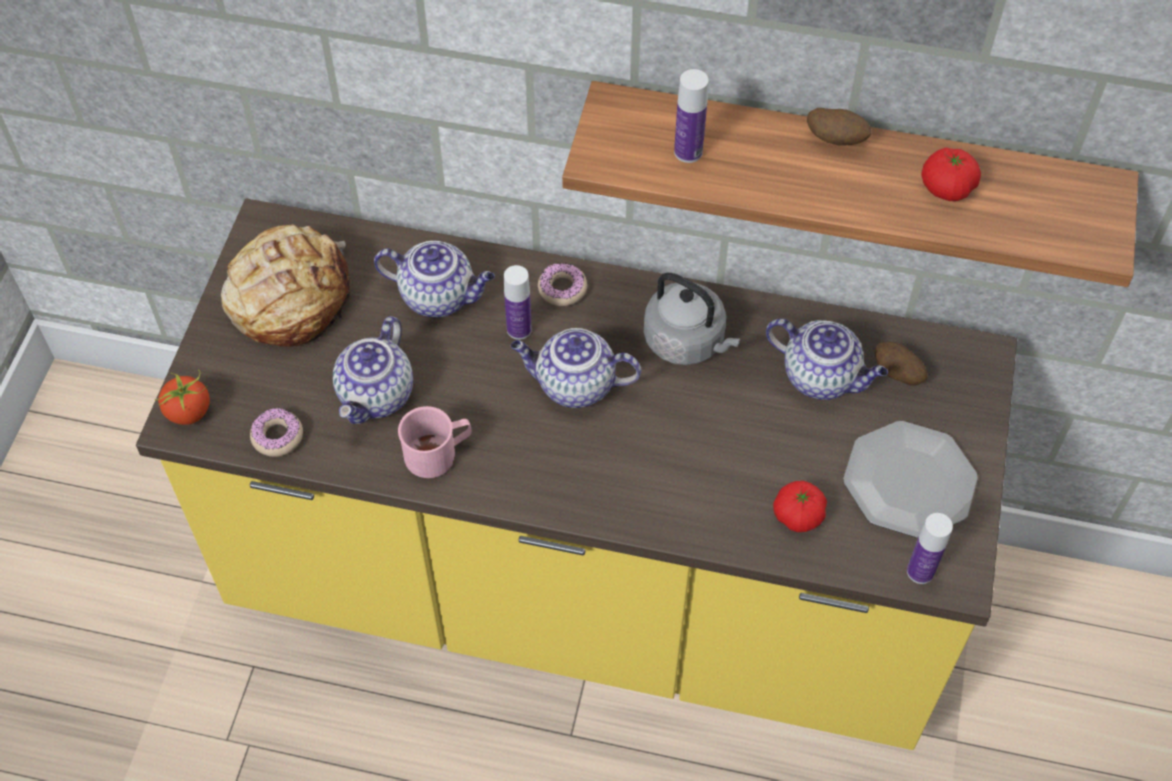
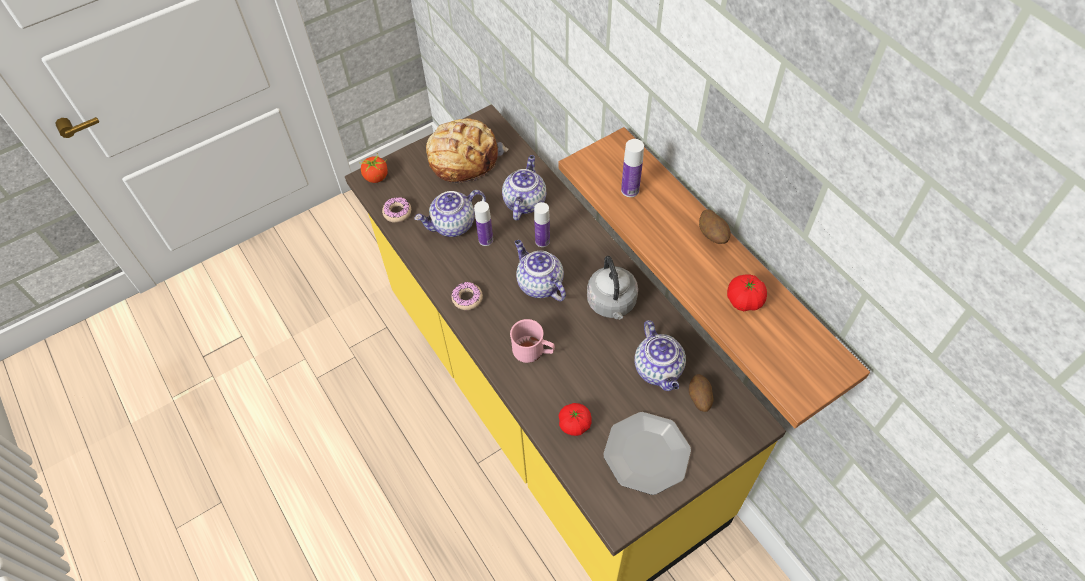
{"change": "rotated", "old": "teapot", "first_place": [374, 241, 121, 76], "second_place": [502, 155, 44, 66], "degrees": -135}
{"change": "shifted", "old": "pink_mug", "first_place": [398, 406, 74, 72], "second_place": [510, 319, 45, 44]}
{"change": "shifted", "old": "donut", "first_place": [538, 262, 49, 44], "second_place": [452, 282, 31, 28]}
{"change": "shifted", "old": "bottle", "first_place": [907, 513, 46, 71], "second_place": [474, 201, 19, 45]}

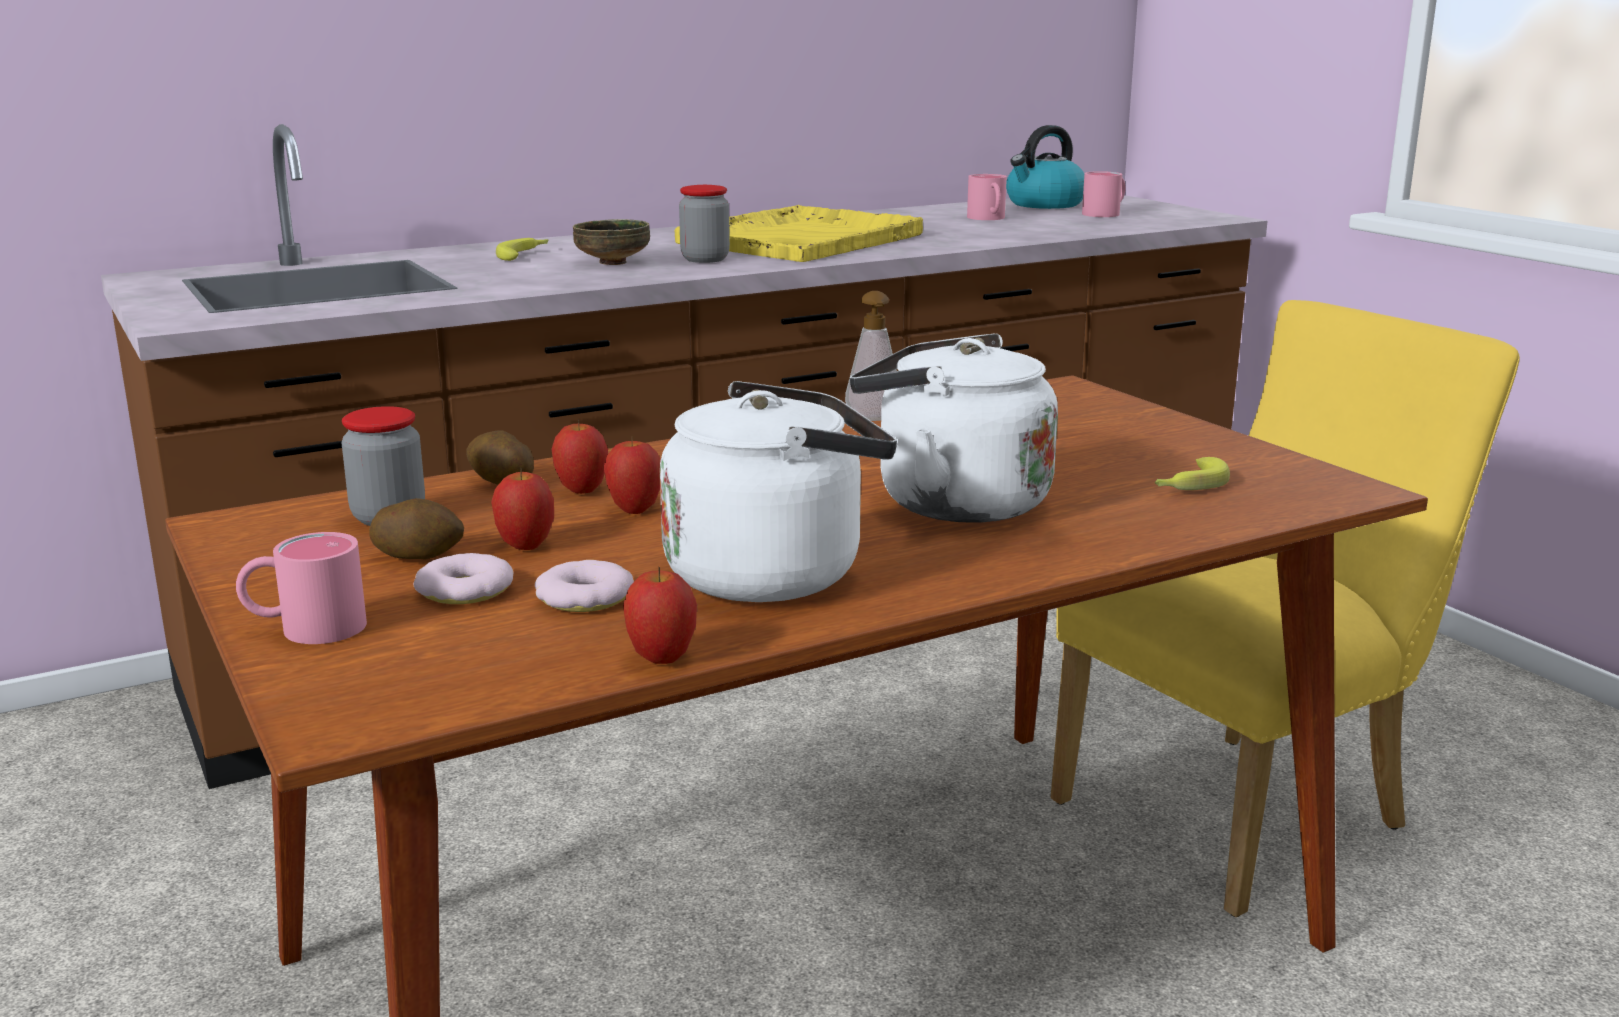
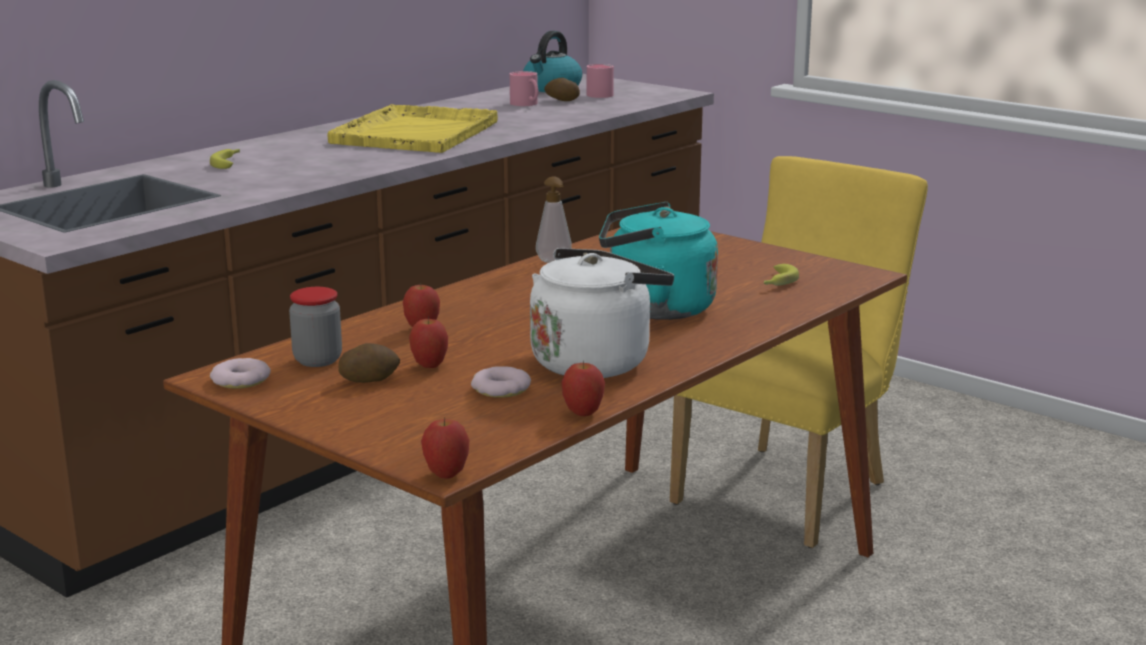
{"change": "gone", "old": "pink_mug", "first_place": [236, 532, 131, 112]}
{"change": "shifted", "old": "donut", "first_place": [414, 553, 99, 51], "second_place": [210, 358, 61, 31]}
{"change": "shifted", "old": "potato", "first_place": [466, 430, 68, 55], "second_place": [544, 78, 36, 23]}
{"change": "gone", "old": "bowl", "first_place": [573, 219, 77, 46]}
{"change": "shifted", "old": "apple", "first_place": [604, 441, 57, 73], "second_place": [421, 418, 49, 60]}
{"change": "gone", "old": "jar", "first_place": [679, 185, 51, 78]}
{"change": "repainted", "old": "white_kettle", "new": "turquoise_kettle", "first_place": [850, 333, 208, 190], "second_place": [599, 202, 119, 118]}

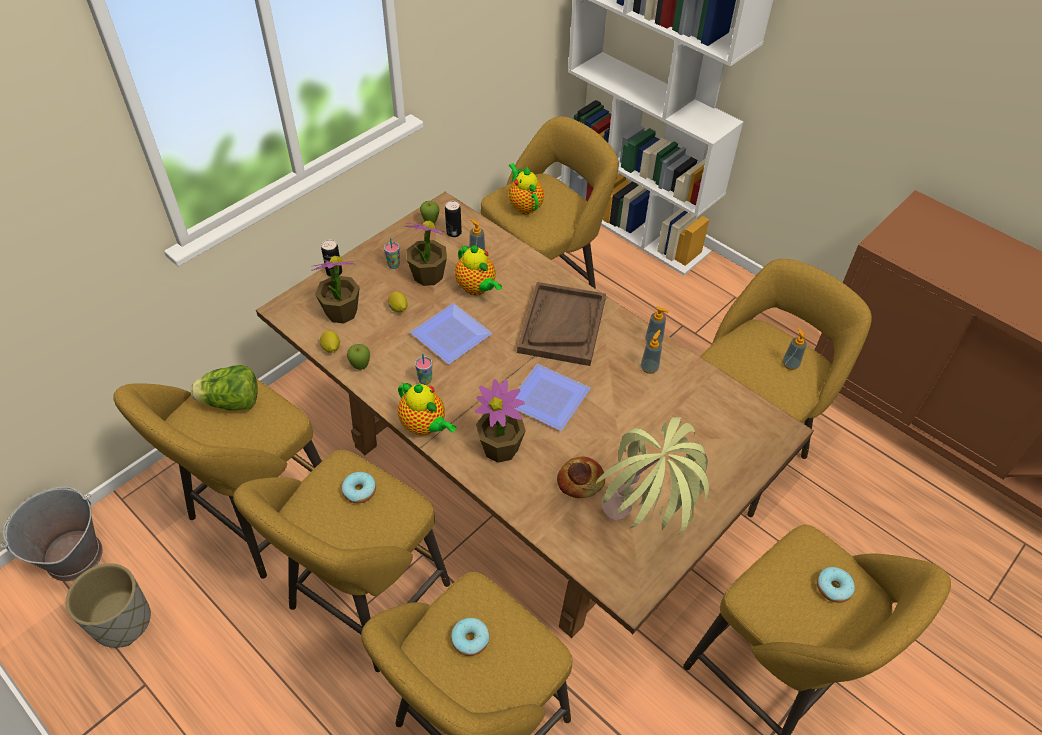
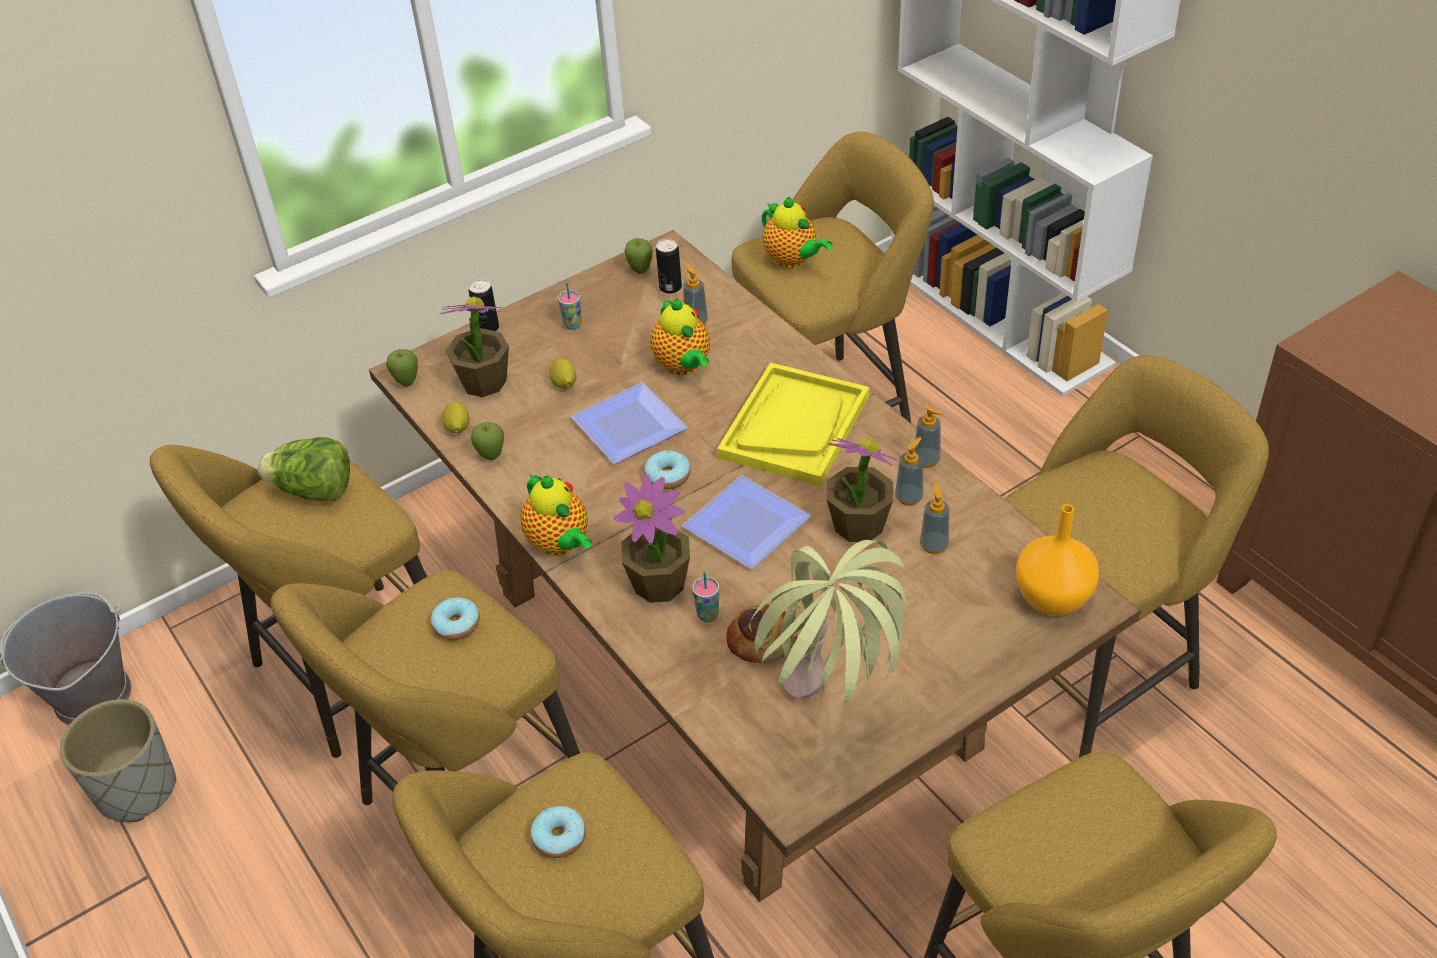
{"change": "shifted", "old": "potted_plant", "first_place": [404, 221, 43, 65], "second_place": [826, 438, 72, 104]}
{"change": "shifted", "old": "cup", "first_place": [415, 353, 17, 32], "second_place": [692, 572, 27, 50]}
{"change": "rotated", "old": "teapot", "first_place": [509, 163, 35, 52], "second_place": [762, 197, 71, 71], "degrees": 150}
{"change": "repainted", "old": "brown_tray", "new": "yellow_tray", "first_place": [517, 282, 89, 84], "second_place": [717, 362, 152, 125]}
{"change": "shifted", "old": "soap_dispenser", "first_place": [783, 327, 24, 43], "second_place": [920, 483, 29, 71]}
{"change": "shifted", "old": "donut", "first_place": [817, 567, 38, 36], "second_place": [644, 450, 47, 40]}
{"change": "new", "new": "apple", "second_place": [386, 349, 32, 37]}
{"change": "new", "new": "orange_vase", "second_place": [1016, 504, 83, 112]}

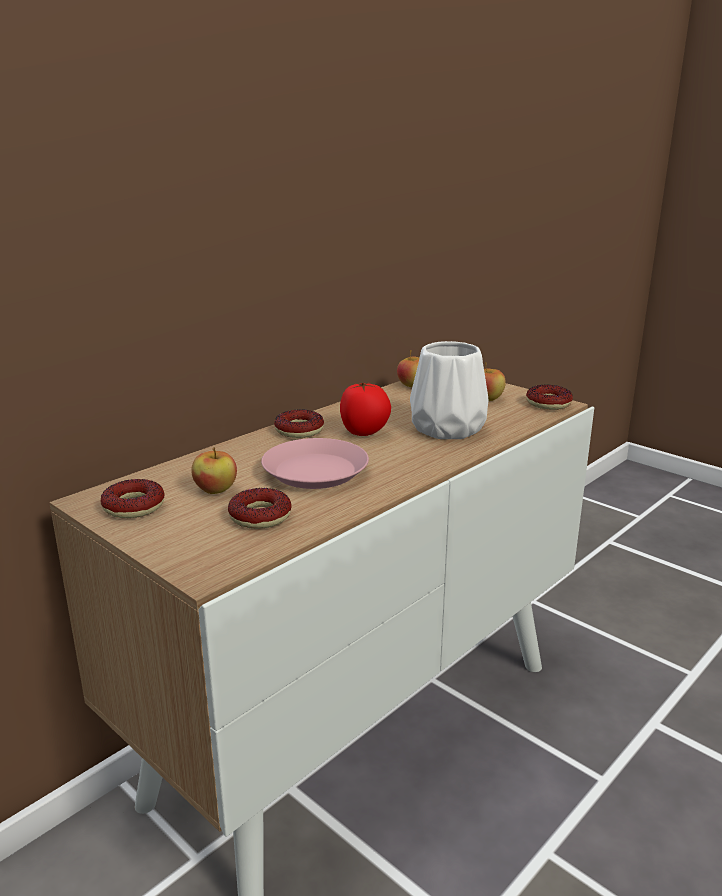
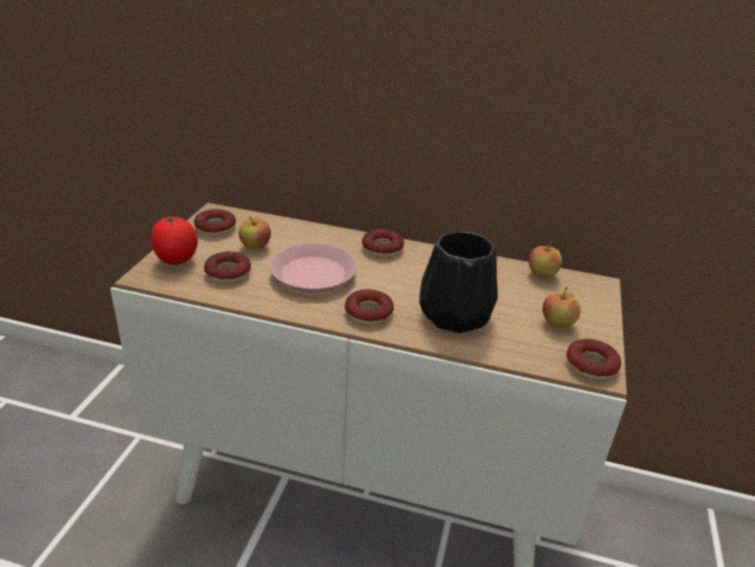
{"change": "shifted", "old": "tomato", "first_place": [340, 383, 51, 53], "second_place": [151, 216, 47, 49]}
{"change": "repainted", "old": "white_vase", "new": "black_vase", "first_place": [410, 341, 78, 98], "second_place": [419, 231, 79, 102]}
{"change": "new", "new": "donut", "second_place": [345, 289, 49, 36]}

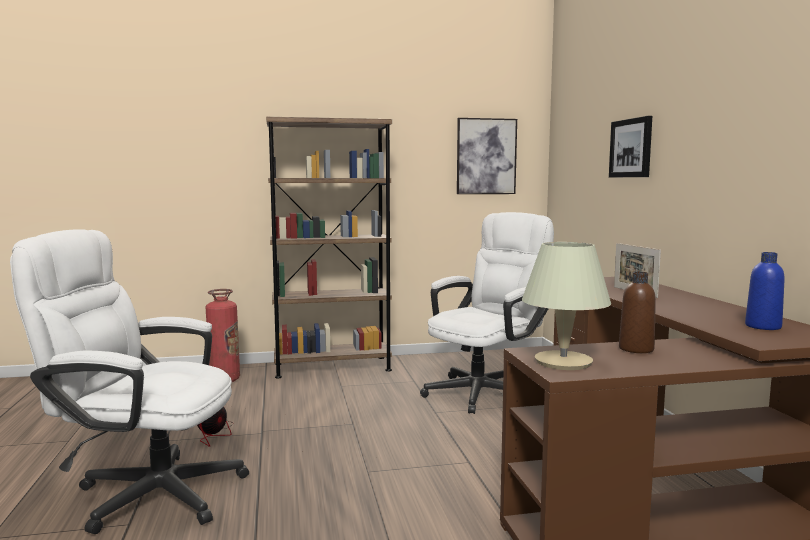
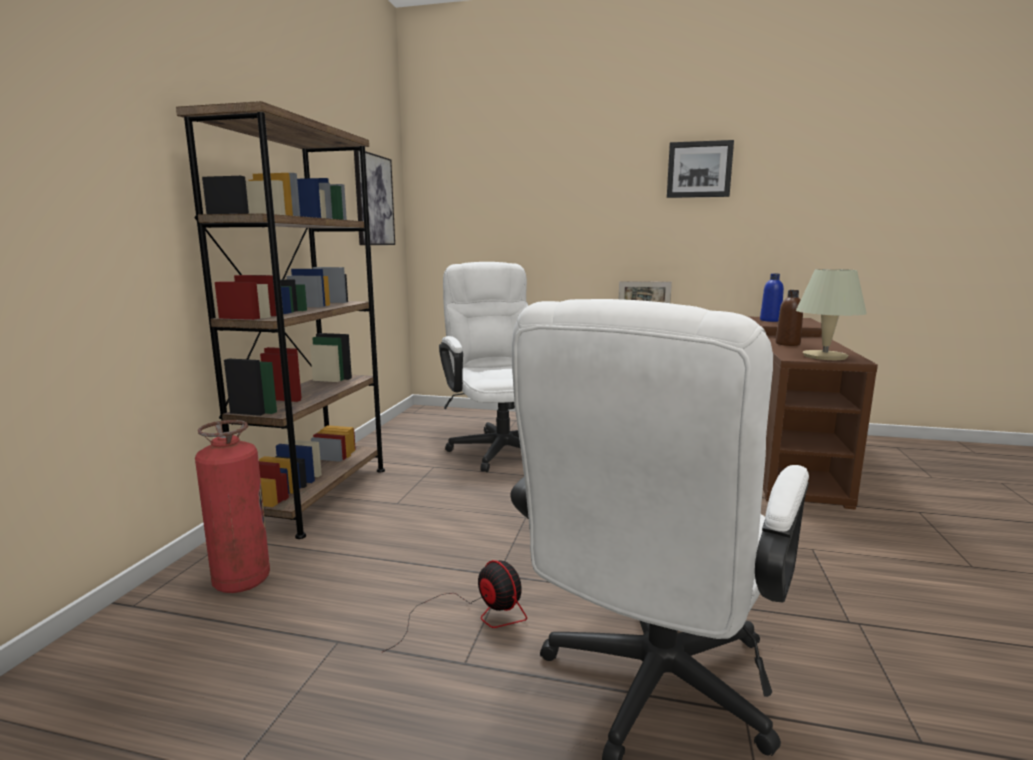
{"change": "shifted", "old": "picture", "first_place": [609, 116, 43, 61], "second_place": [667, 140, 67, 58]}

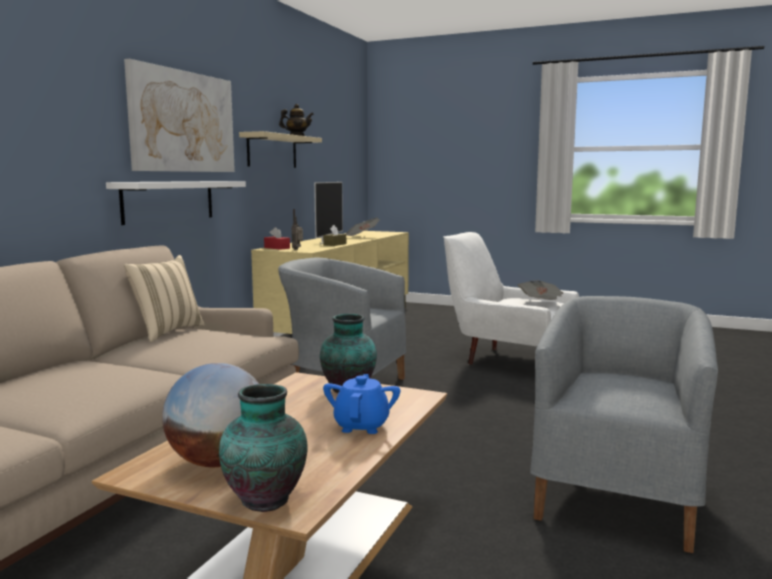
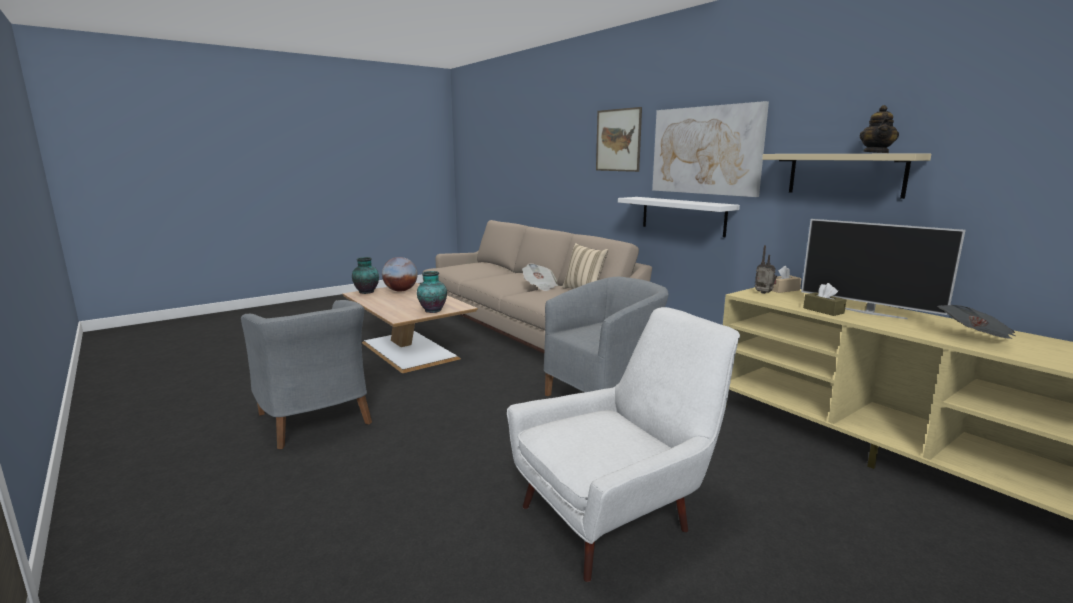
{"change": "repainted", "old": "red_tissue_box", "new": "beige_tissue_box", "first_place": [264, 227, 26, 23], "second_place": [772, 266, 30, 27]}
{"change": "gone", "old": "blue_teapot", "first_place": [323, 374, 77, 60]}
{"change": "shifted", "old": "newspaper", "first_place": [517, 281, 46, 19], "second_place": [522, 263, 36, 28]}
{"change": "new", "new": "picture", "second_place": [596, 107, 46, 65]}

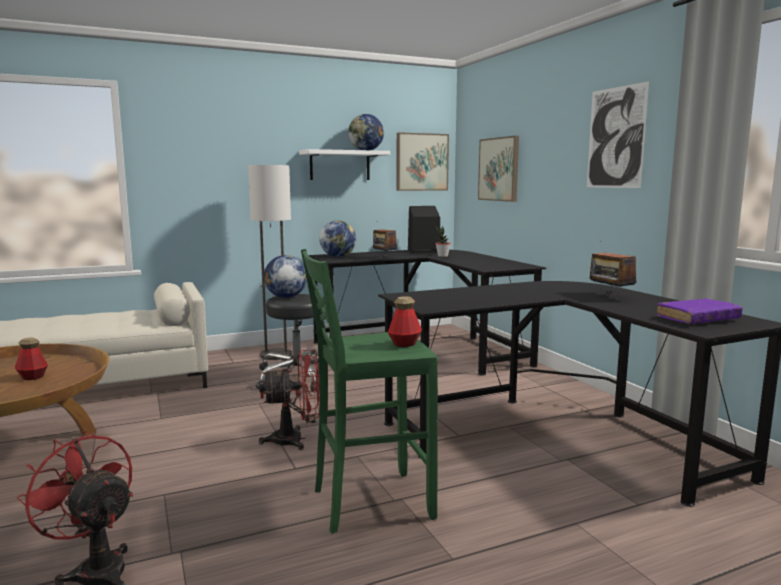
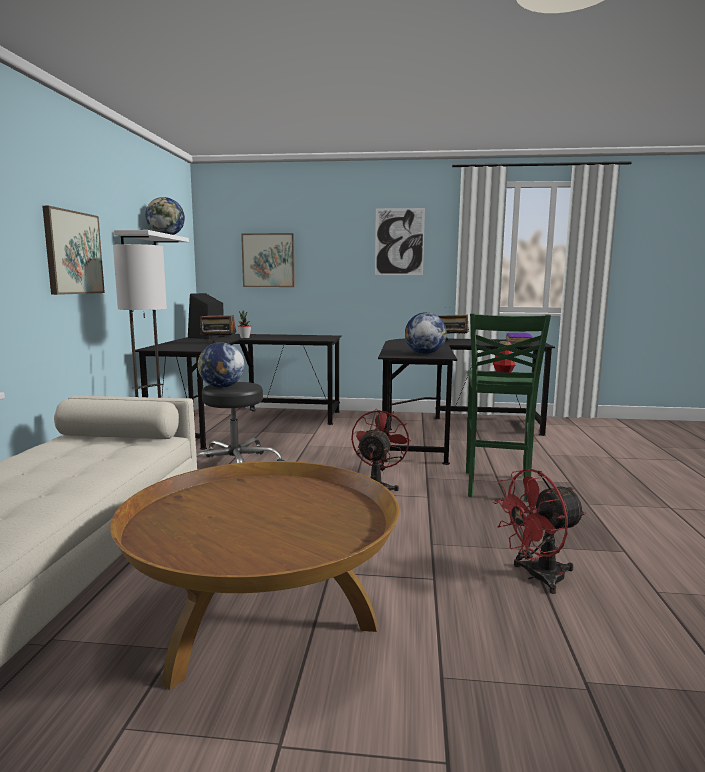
{"change": "gone", "old": "bottle", "first_place": [15, 338, 33, 42]}
{"change": "shifted", "old": "globe", "first_place": [319, 221, 37, 36], "second_place": [405, 312, 42, 42]}
{"change": "shifted", "old": "picture", "first_place": [397, 132, 52, 59], "second_place": [42, 206, 63, 89]}

